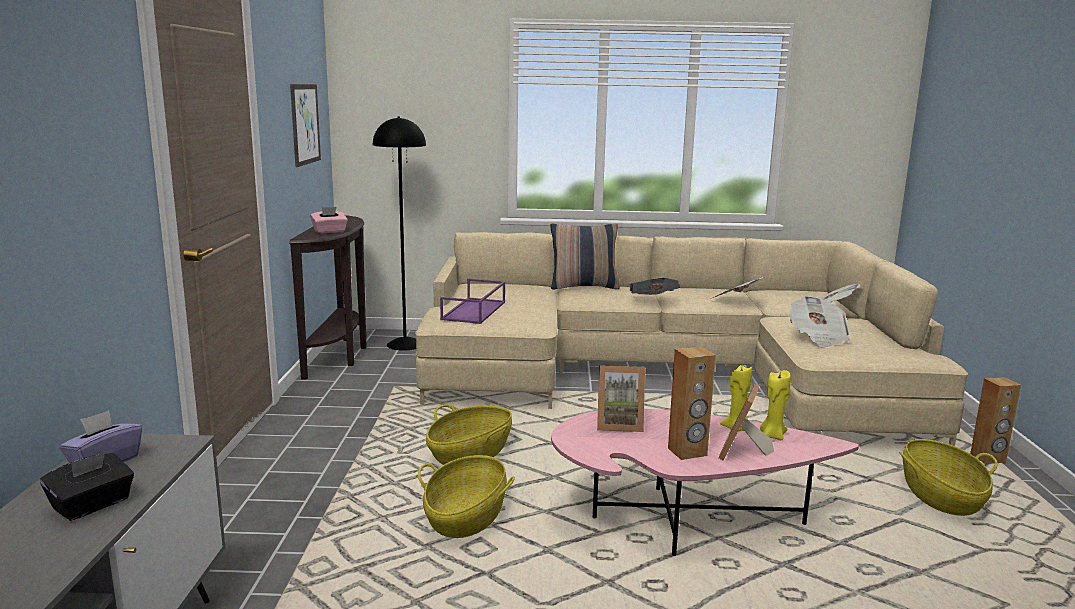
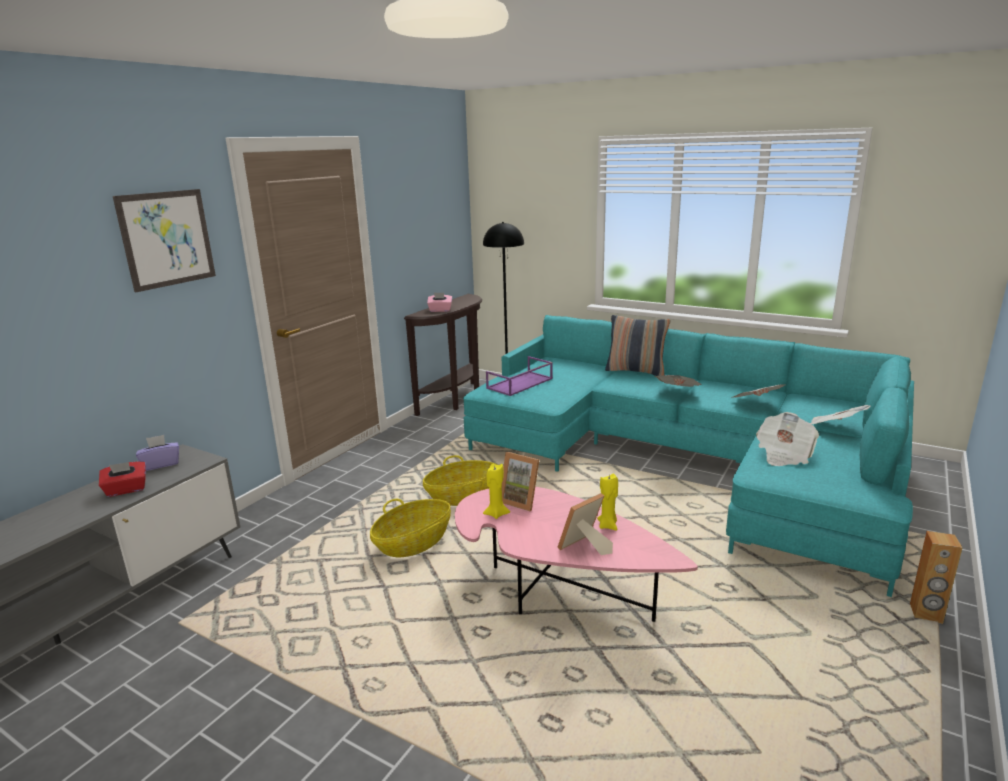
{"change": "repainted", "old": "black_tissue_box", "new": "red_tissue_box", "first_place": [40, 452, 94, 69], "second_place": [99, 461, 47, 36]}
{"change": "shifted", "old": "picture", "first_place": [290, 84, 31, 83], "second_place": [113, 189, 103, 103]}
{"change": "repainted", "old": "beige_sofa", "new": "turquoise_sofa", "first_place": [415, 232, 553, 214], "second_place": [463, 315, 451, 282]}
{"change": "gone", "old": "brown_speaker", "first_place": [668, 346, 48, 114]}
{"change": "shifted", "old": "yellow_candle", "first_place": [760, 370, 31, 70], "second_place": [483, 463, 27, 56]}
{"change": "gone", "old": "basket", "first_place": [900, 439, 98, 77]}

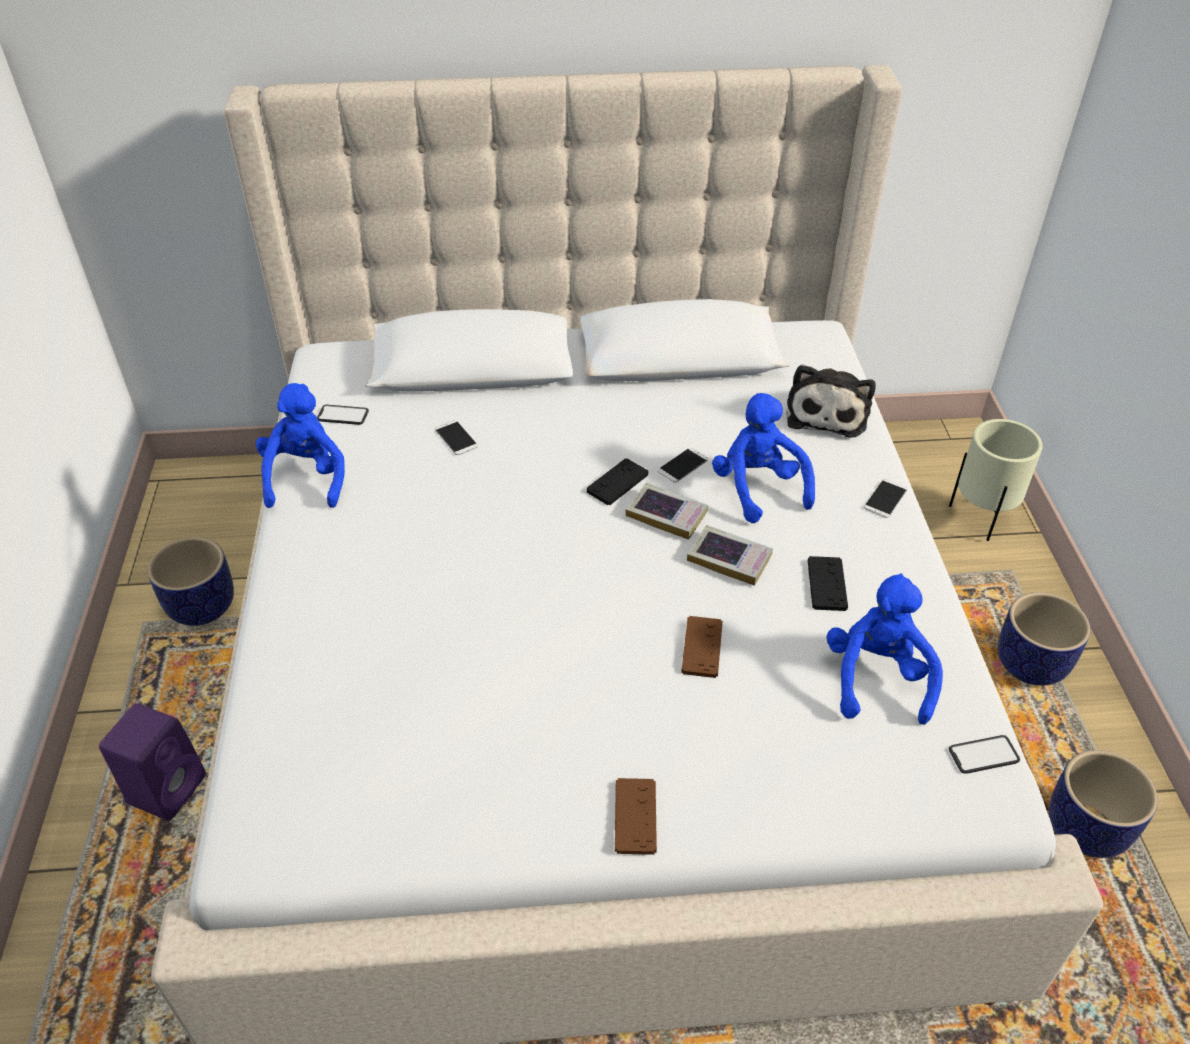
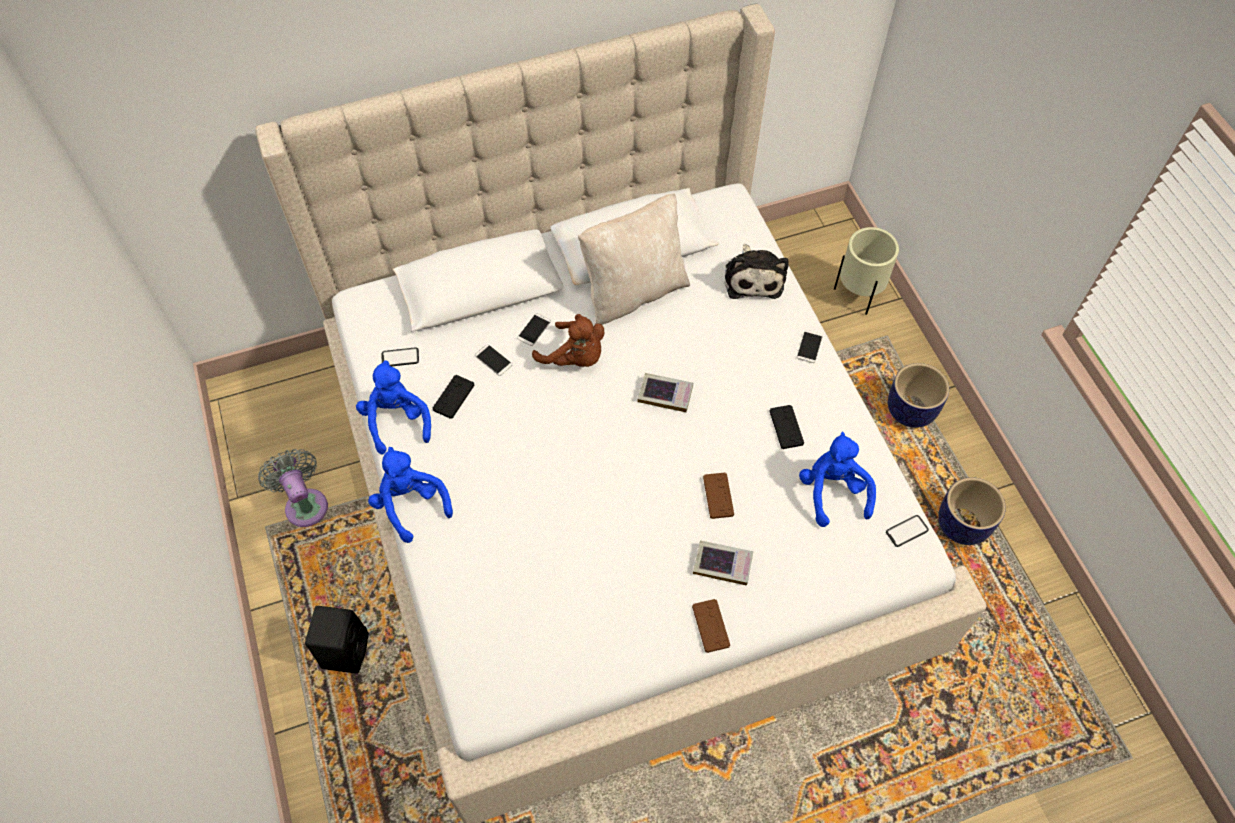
{"change": "repainted", "old": "purple_speaker", "new": "black_speaker", "first_place": [99, 703, 107, 118], "second_place": [305, 606, 64, 67]}
{"change": "swapped", "old": "planter", "new": "grey_fan", "first_place": [148, 537, 86, 89], "second_place": [258, 449, 70, 78]}
{"change": "shifted", "old": "black_game_controller", "first_place": [587, 459, 61, 46], "second_place": [433, 375, 41, 44]}
{"change": "shifted", "old": "phone", "first_place": [658, 448, 50, 35], "second_place": [517, 313, 34, 33]}
{"change": "shifted", "old": "book", "first_place": [687, 525, 86, 61], "second_place": [693, 540, 60, 46]}
{"change": "shifted", "old": "blue_plush_toy", "first_place": [712, 393, 103, 130], "second_place": [368, 447, 85, 96]}
{"change": "new", "new": "brown_plush_toy", "second_place": [532, 314, 72, 53]}
{"change": "new", "new": "beige_pillow", "second_place": [578, 193, 112, 132]}

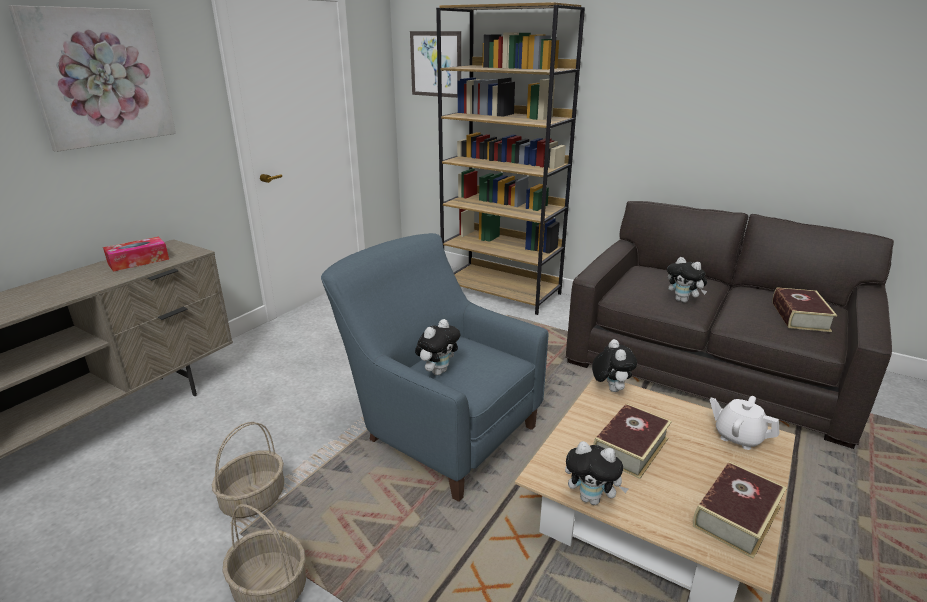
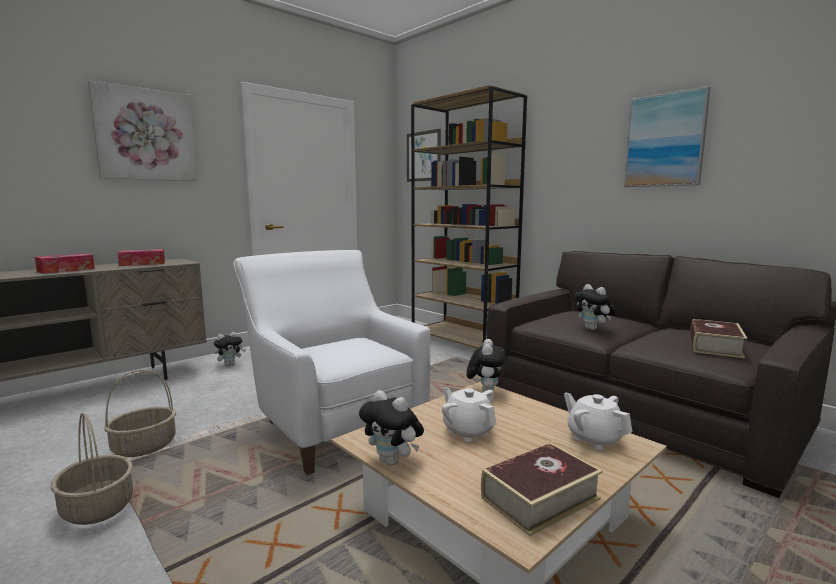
{"change": "repainted", "old": "blue_armchair", "new": "white_armchair", "first_place": [321, 233, 228, 269], "second_place": [234, 250, 196, 225]}
{"change": "shifted", "old": "plush_toy", "first_place": [415, 319, 45, 56], "second_place": [214, 332, 32, 34]}
{"change": "swapped", "old": "book", "new": "white_teapot", "first_place": [593, 403, 79, 76], "second_place": [442, 387, 54, 55]}
{"change": "new", "new": "tissue_box", "second_place": [35, 253, 60, 21]}
{"change": "new", "new": "picture", "second_place": [624, 86, 87, 101]}

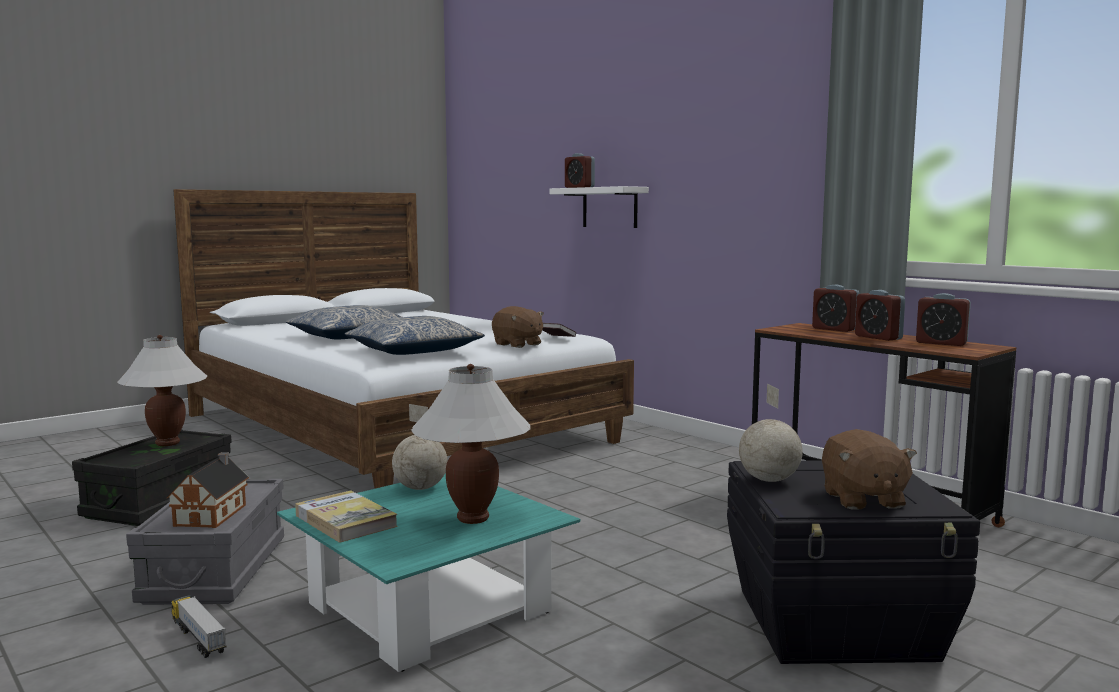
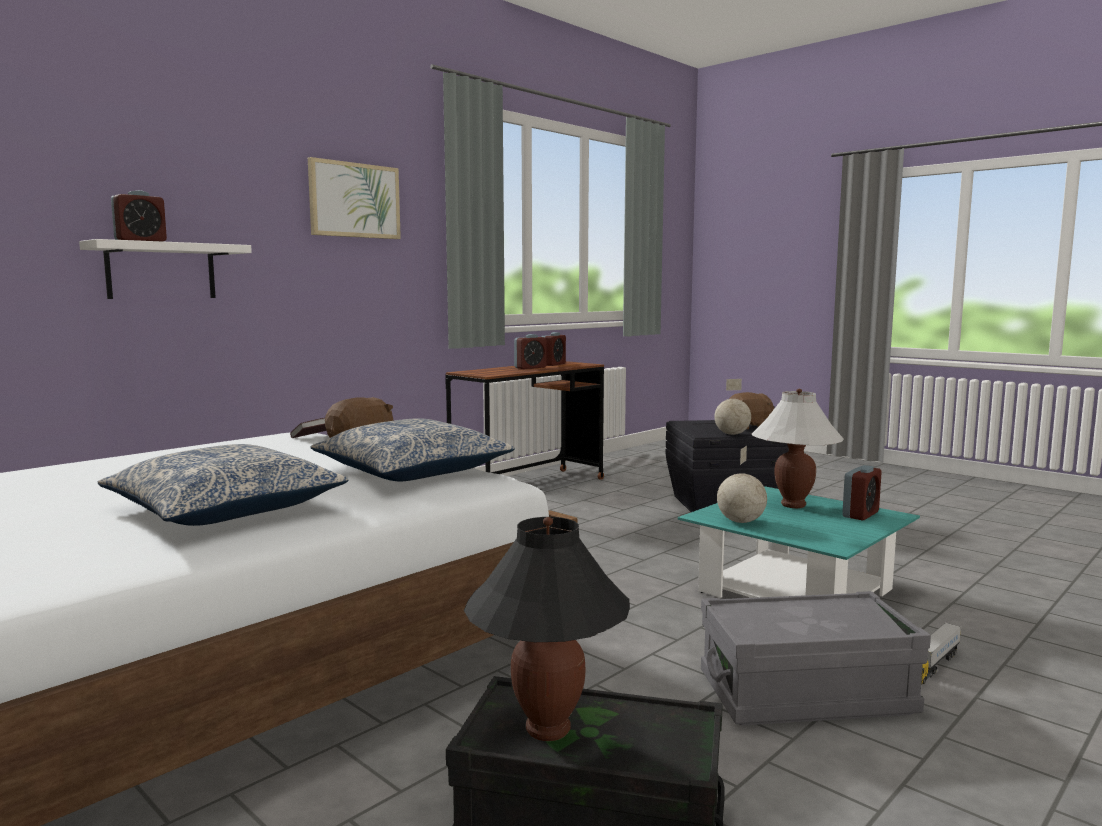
{"change": "repainted", "old": "white_table_lamp", "new": "black_table_lamp", "first_place": [117, 335, 90, 111], "second_place": [464, 517, 166, 224]}
{"change": "gone", "old": "toy_house", "first_place": [166, 452, 83, 76]}
{"change": "gone", "old": "book", "first_place": [295, 490, 103, 53]}
{"change": "shifted", "old": "alarm_clock", "first_place": [812, 284, 48, 48], "second_place": [842, 465, 40, 56]}
{"change": "new", "new": "picture", "second_place": [308, 157, 93, 82]}

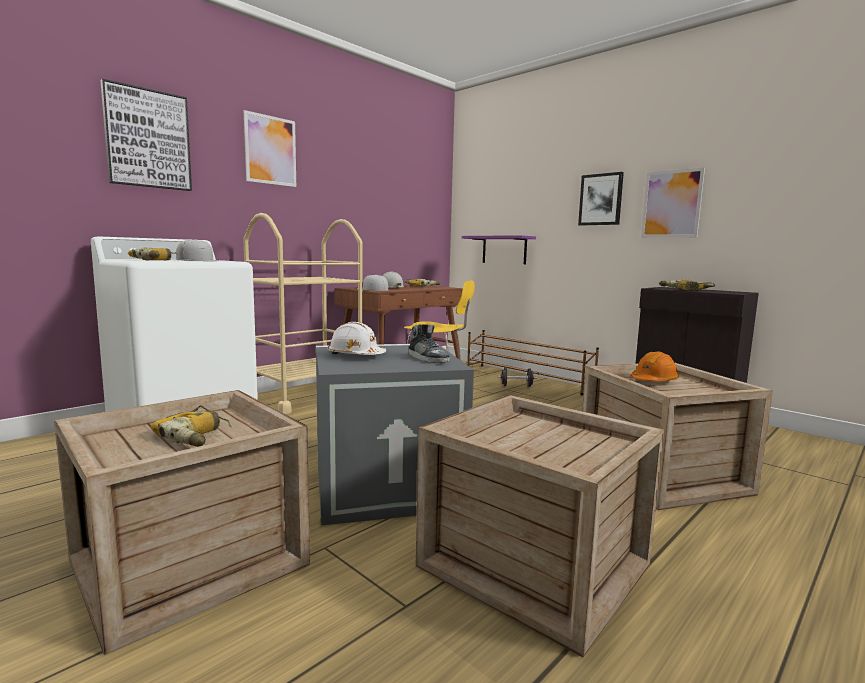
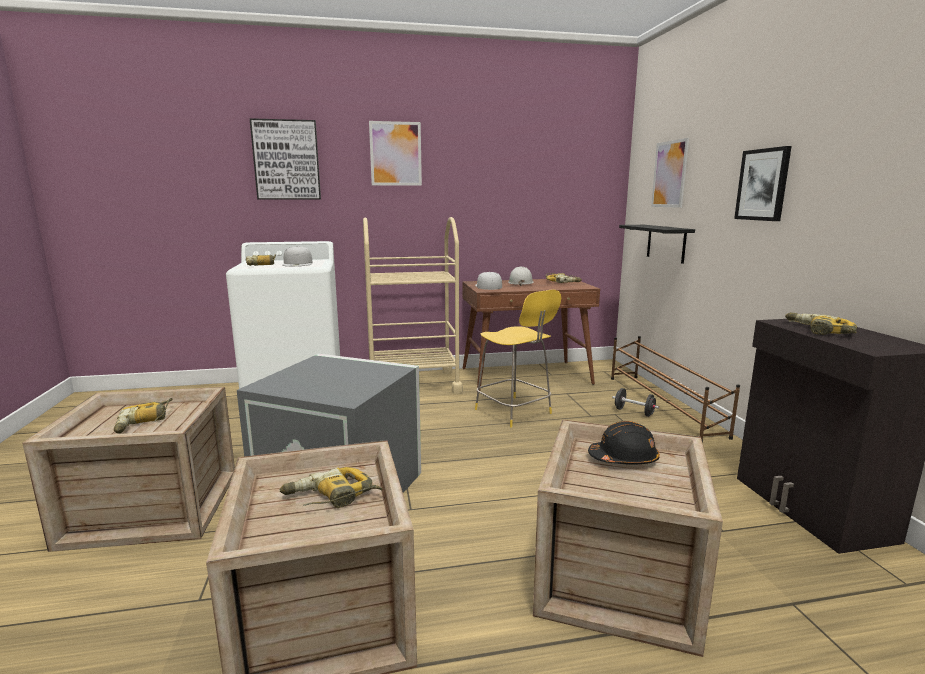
{"change": "gone", "old": "white_hard_hat", "first_place": [328, 322, 58, 33]}
{"change": "gone", "old": "shoe", "first_place": [408, 324, 42, 39]}
{"change": "repainted", "old": "purple_shelf", "new": "black_shelf", "first_place": [462, 235, 74, 29], "second_place": [619, 225, 76, 39]}
{"change": "repainted", "old": "orange_hard_hat", "new": "black_hard_hat", "first_place": [630, 351, 49, 30], "second_place": [588, 421, 72, 44]}
{"change": "shifted", "old": "picture", "first_place": [641, 168, 64, 70], "second_place": [651, 138, 38, 70]}
{"change": "new", "new": "power_drill", "second_place": [280, 467, 103, 41]}

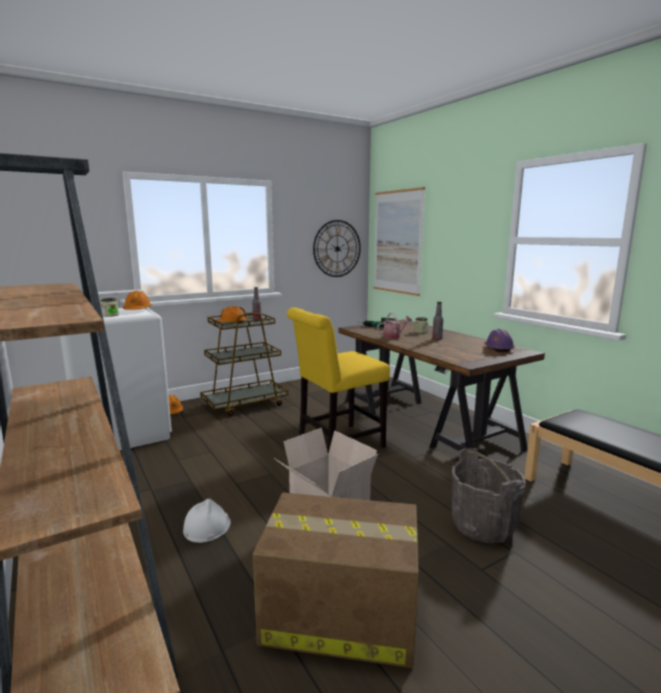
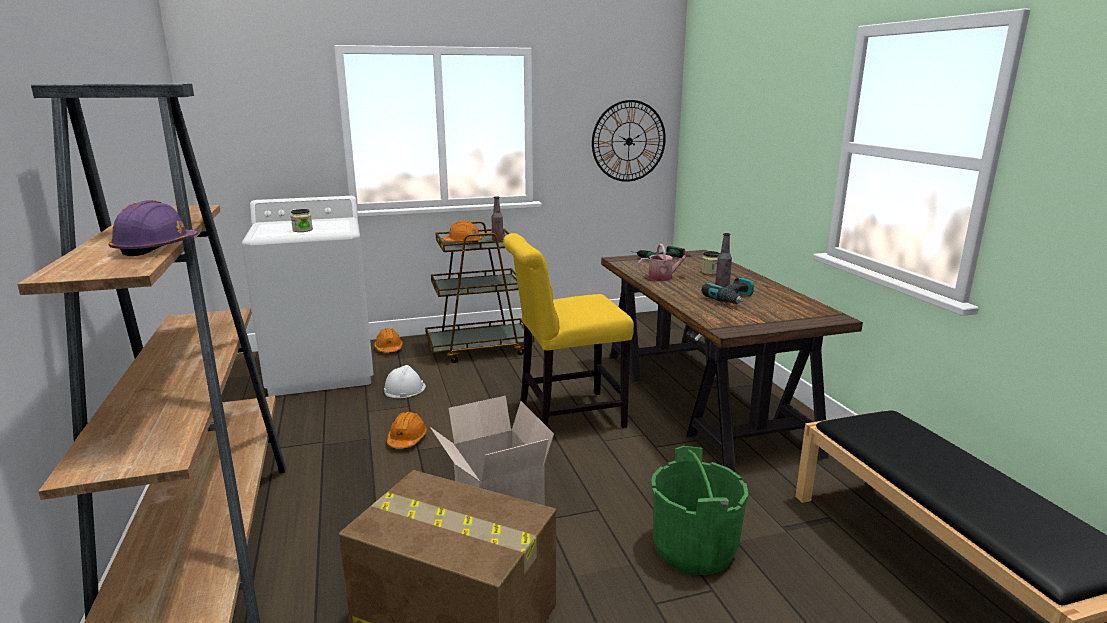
{"change": "shifted", "old": "orange_hard_hat", "first_place": [123, 291, 29, 19], "second_place": [387, 412, 40, 37]}
{"change": "shifted", "old": "white_hard_hat", "first_place": [183, 499, 48, 44], "second_place": [384, 365, 42, 33]}
{"change": "gone", "old": "picture", "first_place": [373, 187, 52, 109]}
{"change": "repainted", "old": "grey_bucket", "new": "green_bucket", "first_place": [452, 448, 74, 96], "second_place": [651, 446, 98, 129]}
{"change": "shifted", "old": "purple_hard_hat", "first_place": [484, 329, 31, 23], "second_place": [108, 200, 90, 56]}
{"change": "new", "new": "power_drill", "second_place": [702, 277, 52, 27]}

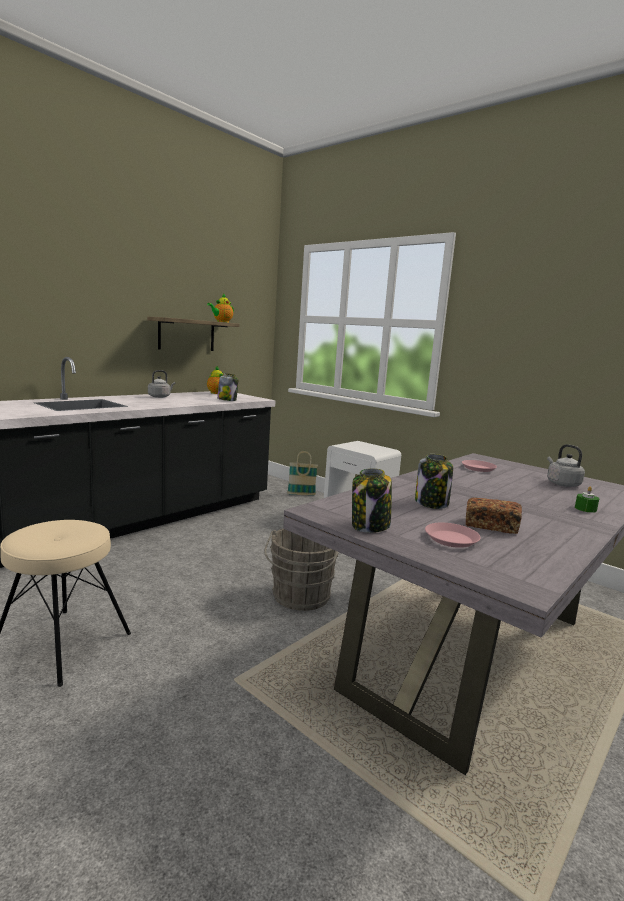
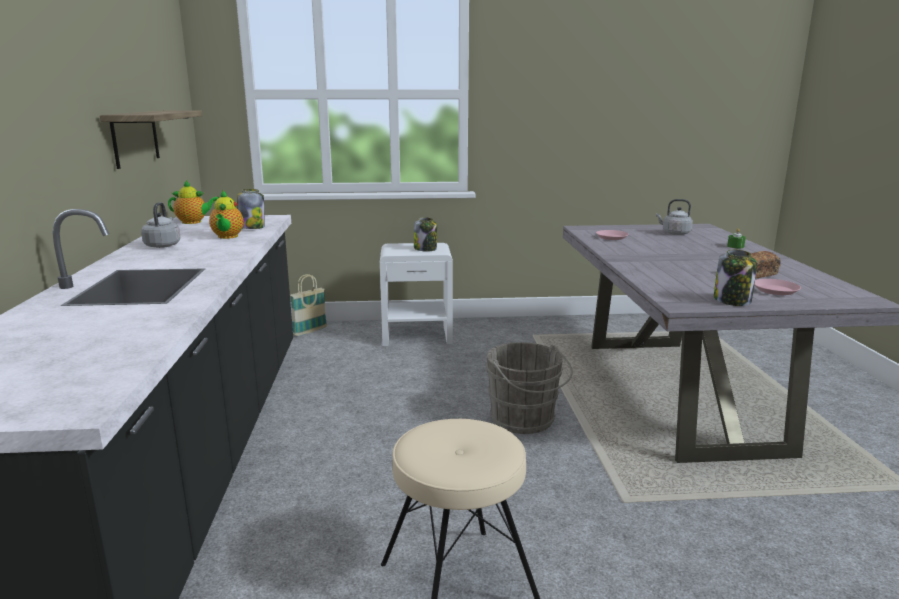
{"change": "shifted", "old": "teapot", "first_place": [207, 293, 27, 30], "second_place": [209, 190, 35, 49]}
{"change": "shifted", "old": "jar", "first_place": [415, 454, 38, 55], "second_place": [414, 217, 23, 35]}

